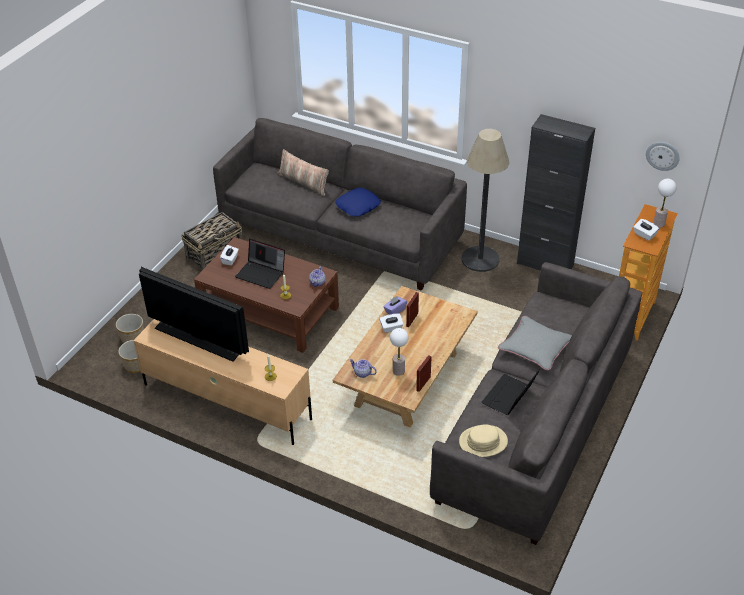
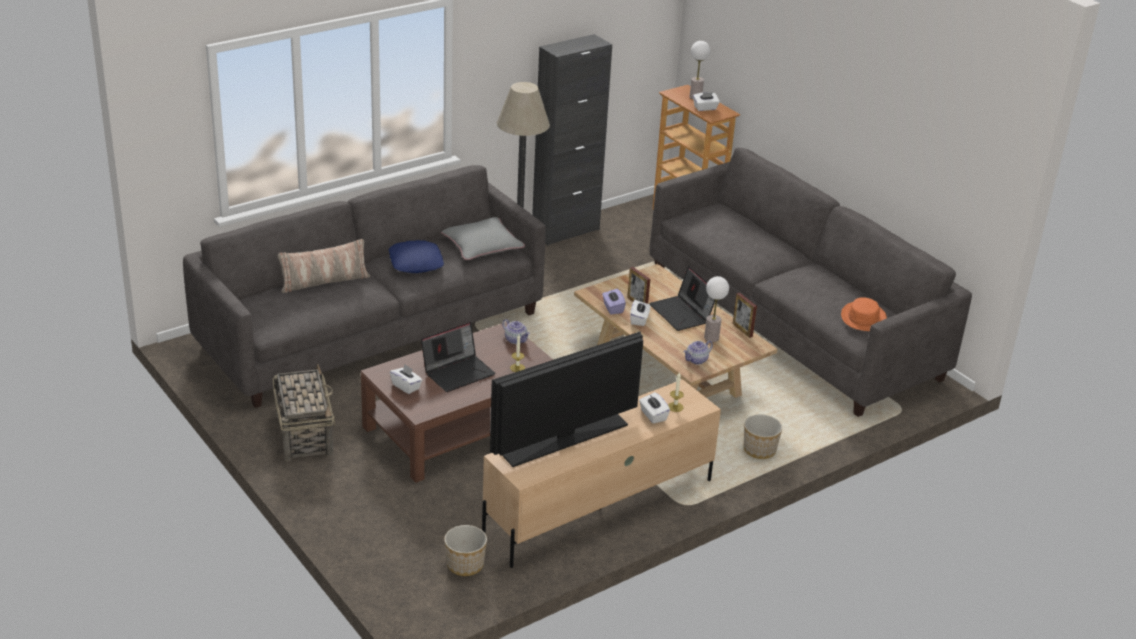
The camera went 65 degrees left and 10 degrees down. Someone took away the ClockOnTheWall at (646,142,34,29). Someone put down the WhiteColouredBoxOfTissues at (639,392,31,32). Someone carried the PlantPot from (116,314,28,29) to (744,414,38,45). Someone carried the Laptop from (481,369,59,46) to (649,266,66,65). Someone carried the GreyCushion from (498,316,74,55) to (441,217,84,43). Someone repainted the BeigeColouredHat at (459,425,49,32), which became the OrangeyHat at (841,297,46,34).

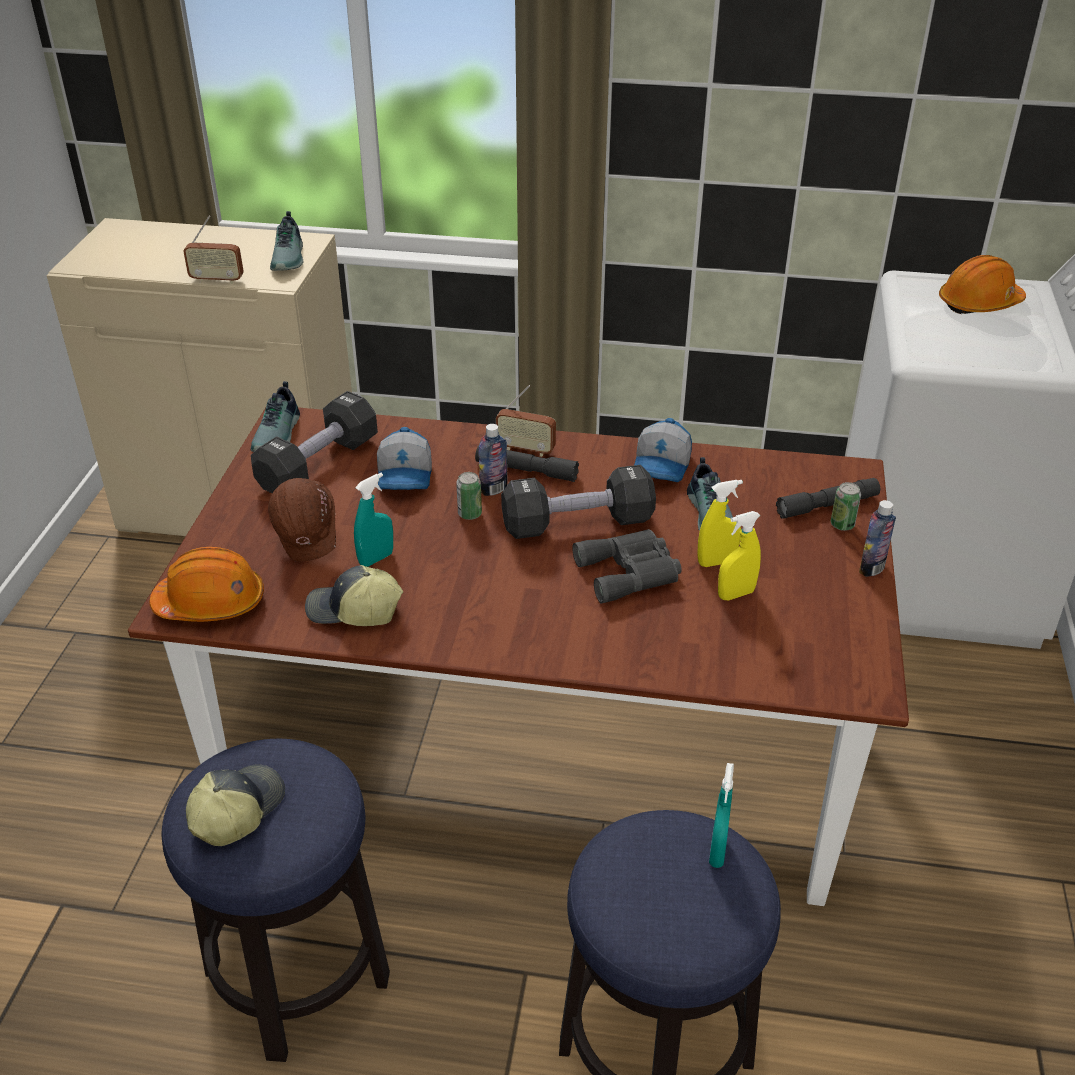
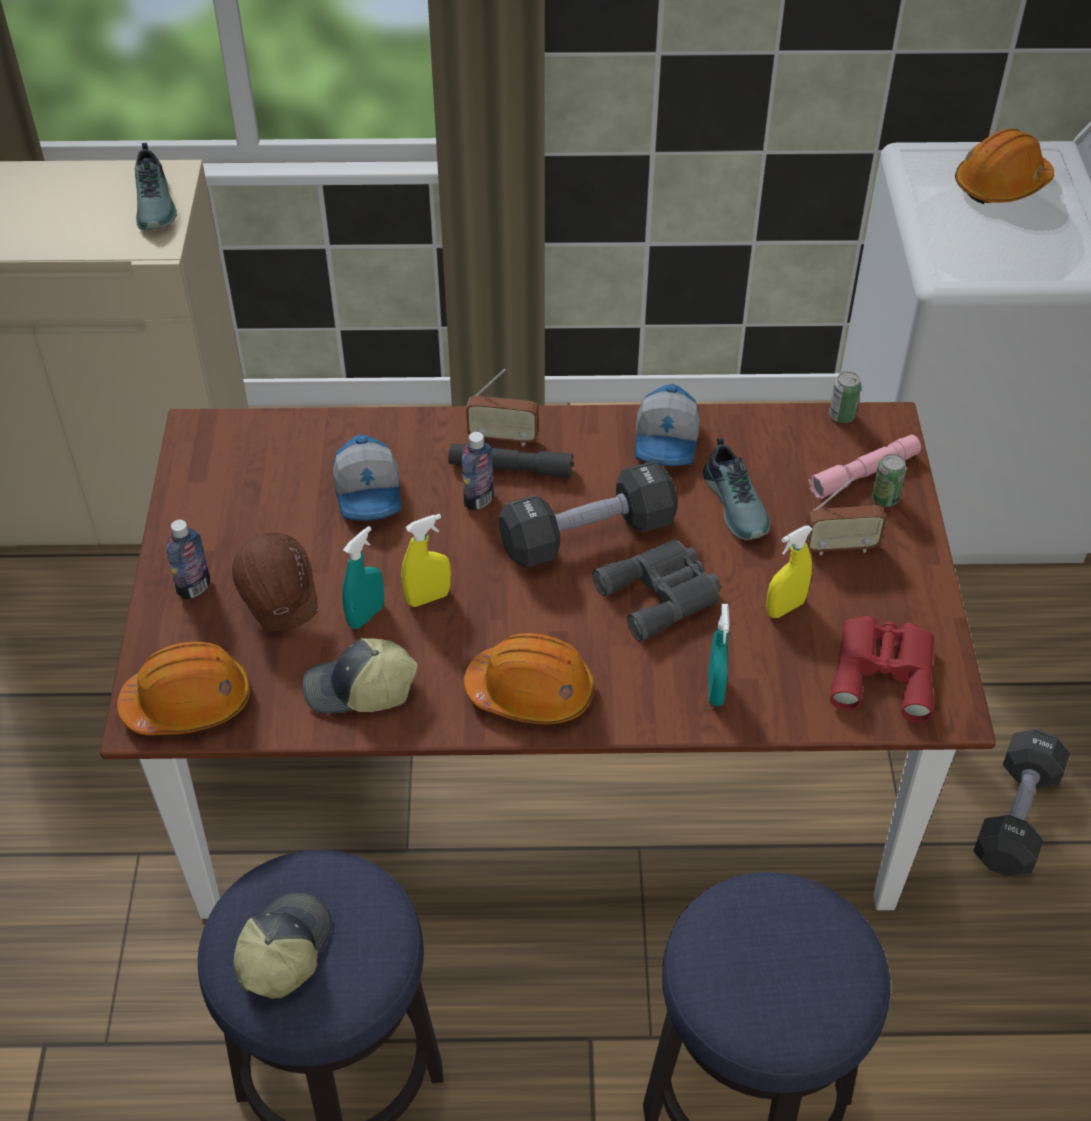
The camera went 10 degrees left and 10 degrees up. Someone took away the ItemOfFootwear at (250,381,50,71). Someone put down the OrangeySafetyHelmet at (463,633,132,91). Someone put down the RedColouredFieldGlasses at (830,616,104,107). Someone carried the RadioReceiver from (183,216,61,68) to (806,477,81,79). Someone carried the BlackDumbbell from (251,391,127,102) to (973,729,97,147). Someone carried the MetalCan from (456,472,26,48) to (829,372,32,51). Someone carried the YellowishHandSprayer from (697,480,46,87) to (401,514,50,93). Someone carried the TurquoiseColouredHandSprayer from (709,763,25,105) to (708,604,22,102). Someone carried the Bottle from (859,500,37,77) to (167,520,43,80). Someone repainted the GreyFlashlight at (776,478,104,41), which became the PinkFlashlight at (808,435,113,64).

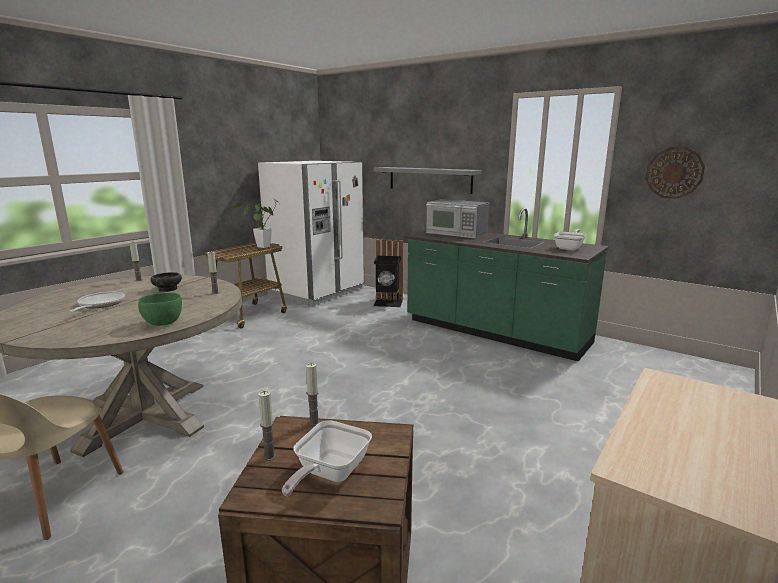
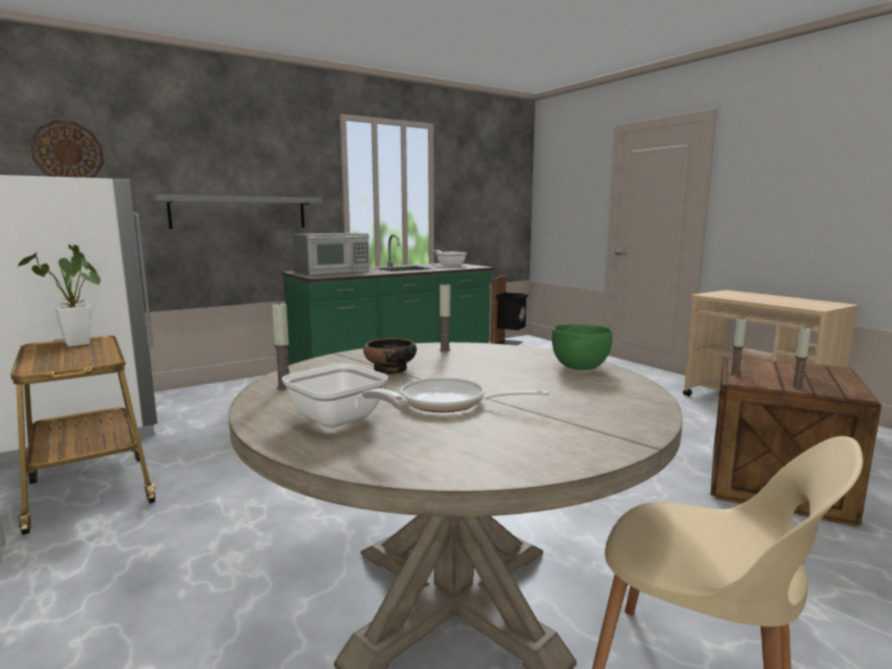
The camera went 70 degrees left and 5 degrees down. Someone carried the Pan from (282,420,90,76) to (282,363,125,64). Someone carried the BlackTrashCan from (374,240,29,67) to (490,276,38,69). Someone carried the ClockOnTheWall from (645,147,60,52) to (30,120,74,58).

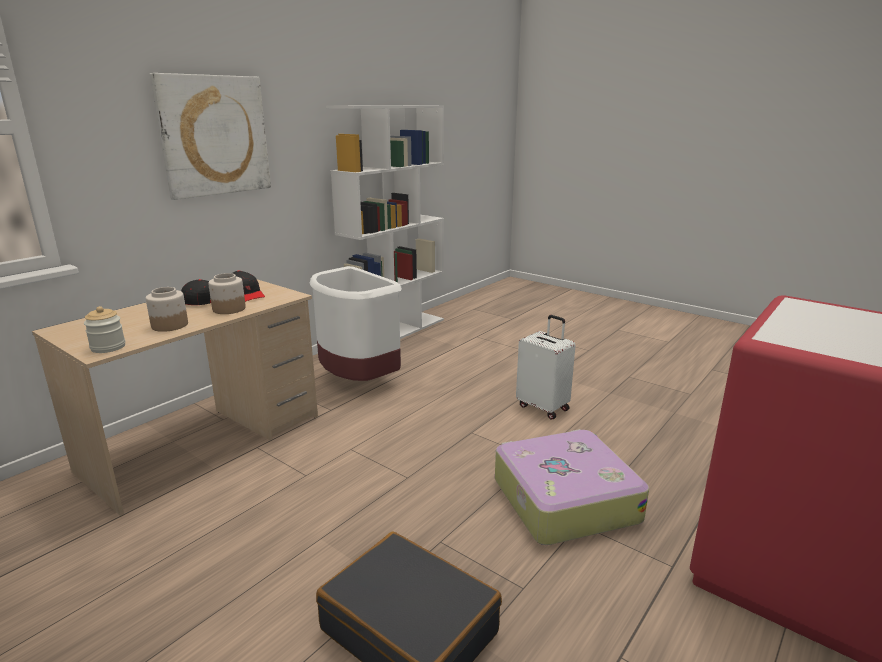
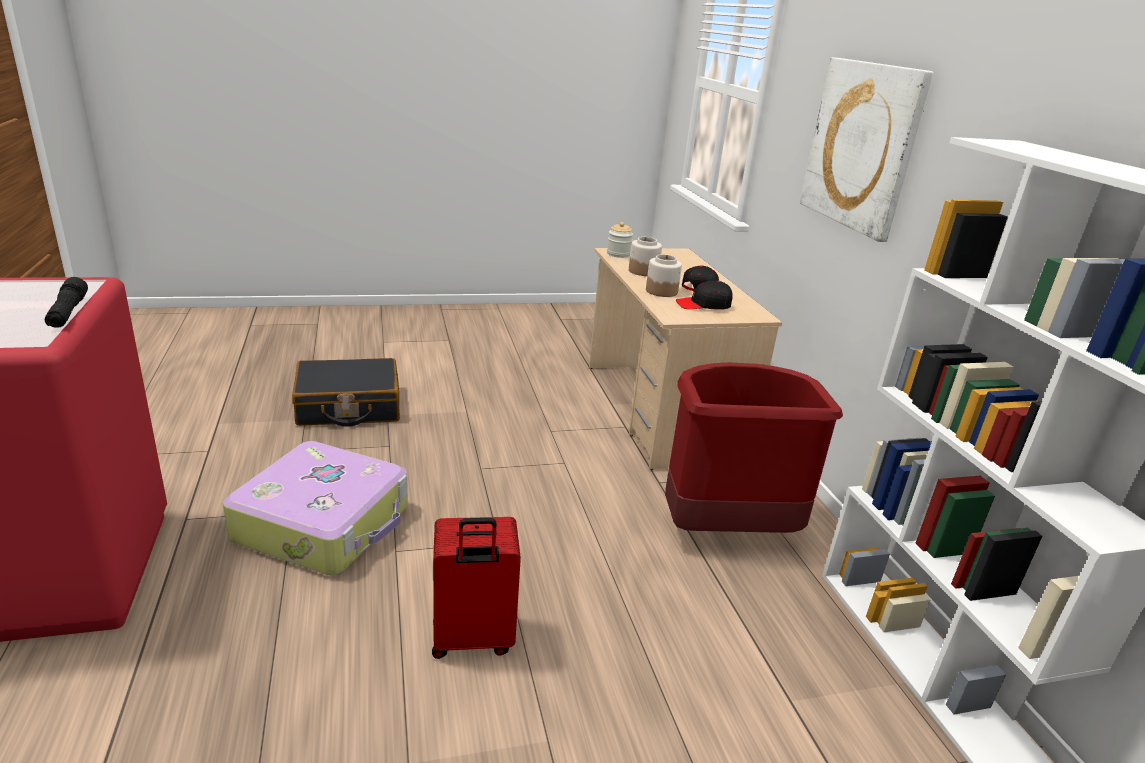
The camera went 125 degrees right and 5 degrees up. Someone put down the BlackFlashlight at (45,277,43,51). Someone repainted the WhiteColouredTrashCan at (310,266,92,115), which became the RedColouredTrashCan at (665,362,178,171). Someone repainted the WhiteColouredTravelCase at (516,315,60,105), which became the RedColouredTravelCase at (432,517,89,142).

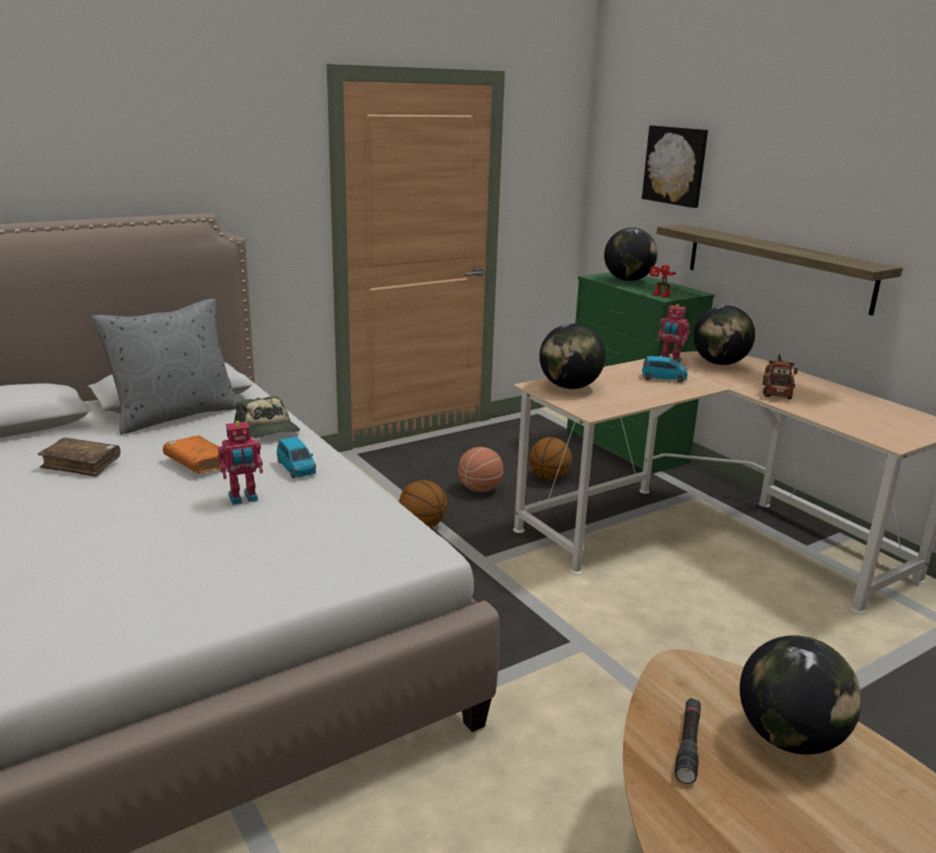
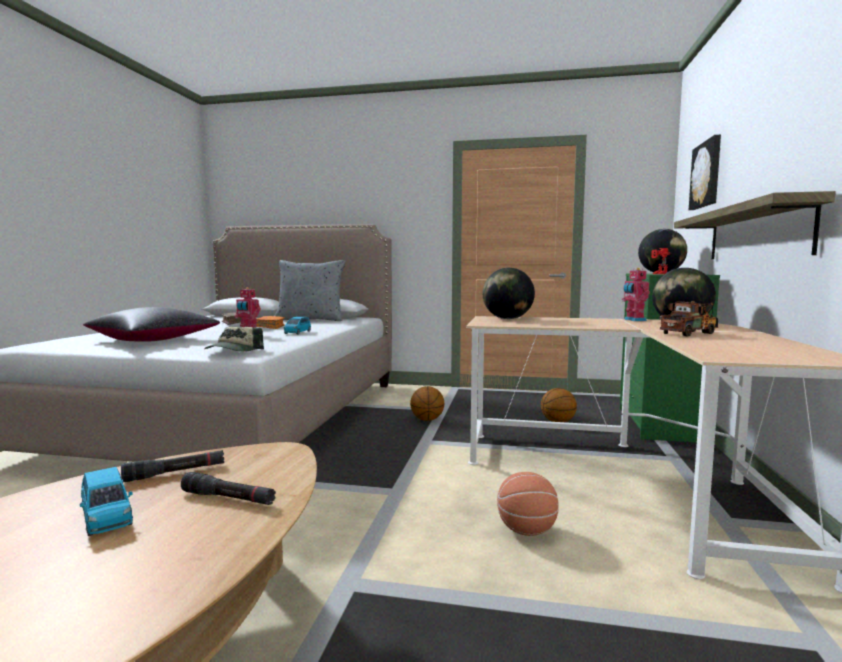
The camera went 45 degrees right and 15 degrees down. Someone put down the BlackCushion at (83,307,137,35). Someone carried the BaseballCap from (234,396,66,42) to (204,326,60,26). Someone carried the BasketballBall from (458,447,45,45) to (497,472,62,64). Someone carried the BlueColouredMiniatureCar from (642,356,46,27) to (80,467,53,69). Someone swapped the WorldGlobe at (740,635,122,120) for the BlackFlashlight at (181,472,95,33).

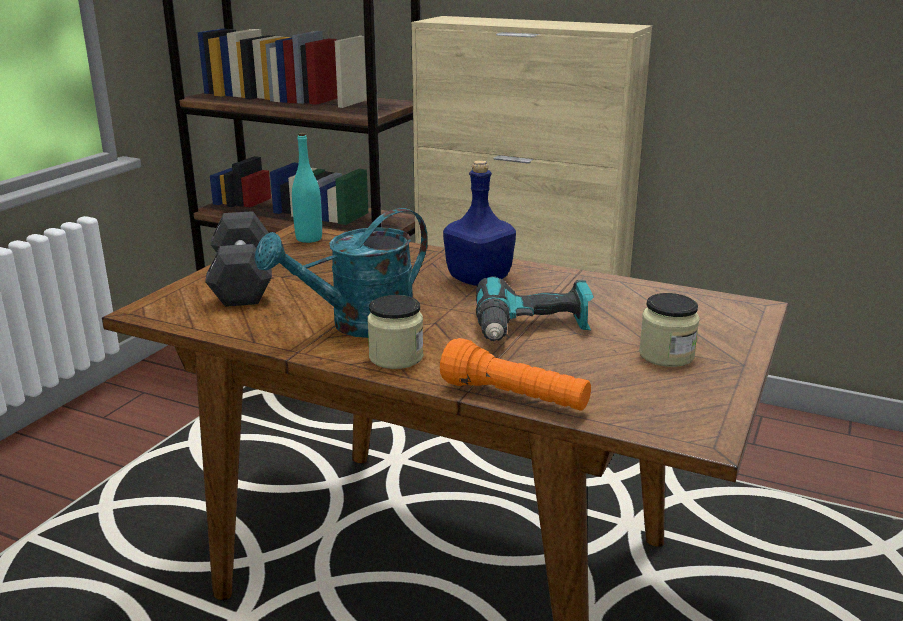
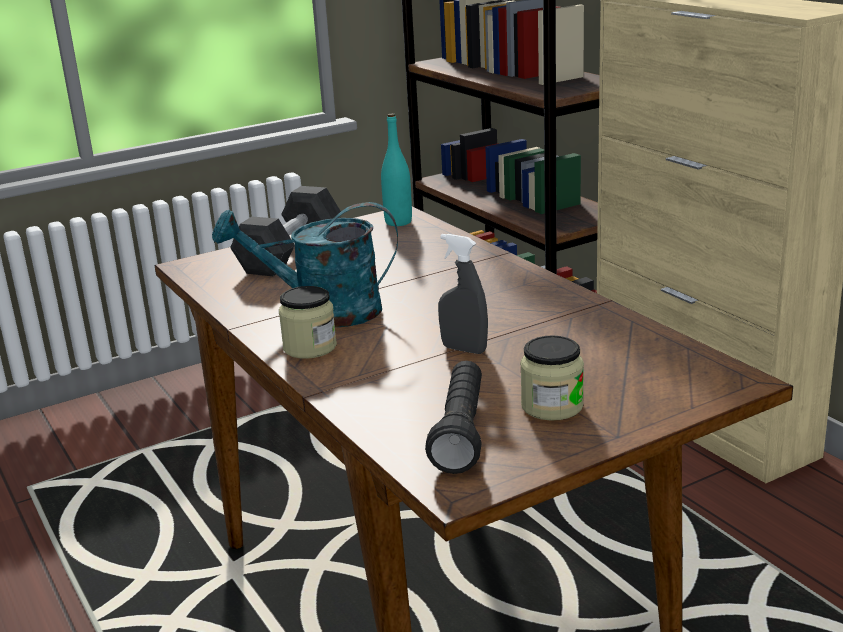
The camera went 35 degrees right and 0 degrees up. Someone took away the OrangeyFlashlight at (440,338,151,73). Someone took away the BlueColouredBottle at (443,160,73,126). Someone put down the BlackFlashlight at (425,361,57,113). Someone swapped the PowerDrill at (476,276,118,65) for the GreyHandSprayer at (438,234,50,120).

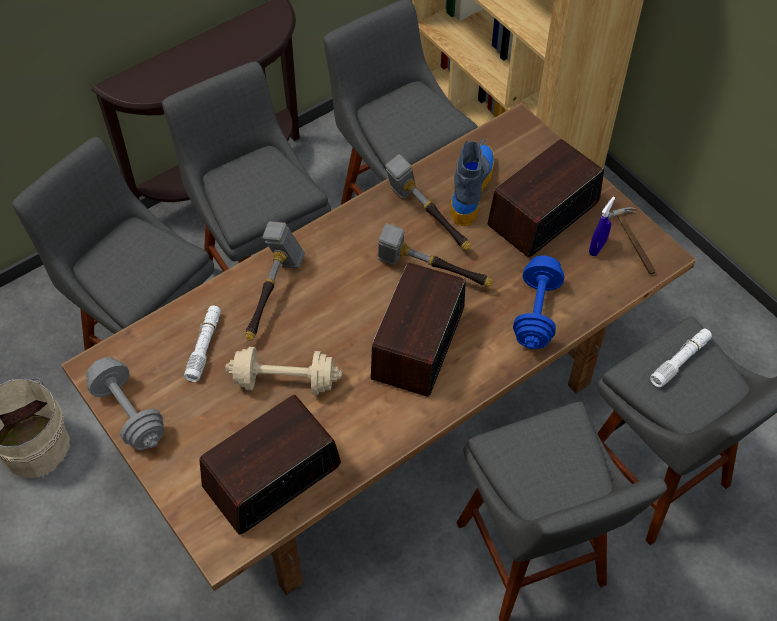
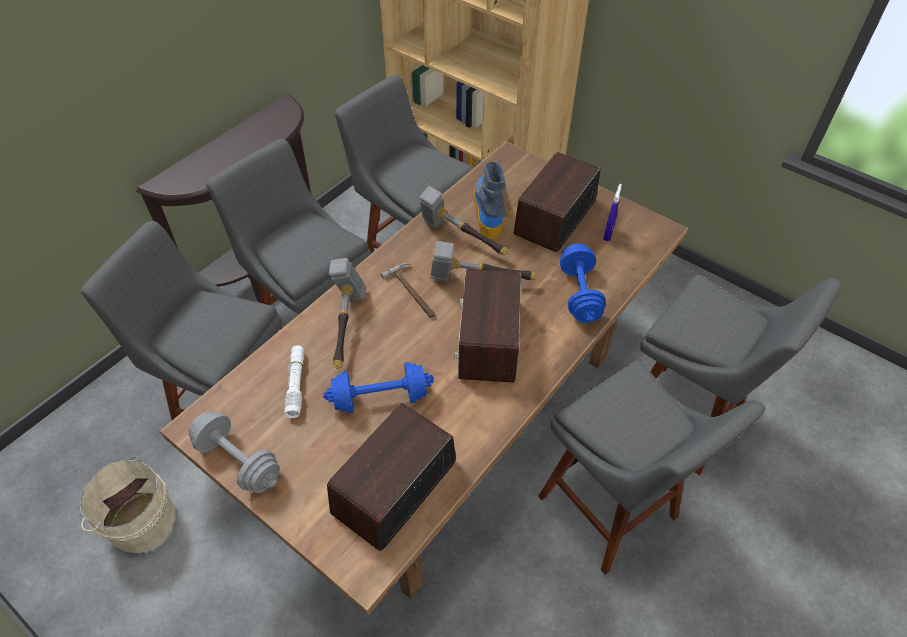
The camera went 15 degrees left and 5 degrees down. Someone took away the WhiteColouredFlashlight at (650,329,62,58). Someone carried the Hammer from (608,207,47,67) to (380,263,55,55). Someone repainted the BeigeColouredDumbbell at (225,347,117,48), which became the BlueColouredDumbbell at (323,362,111,51).

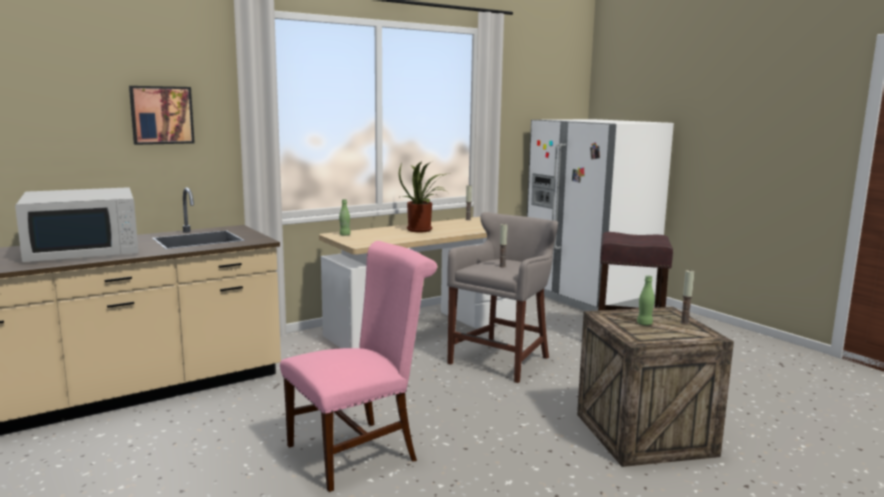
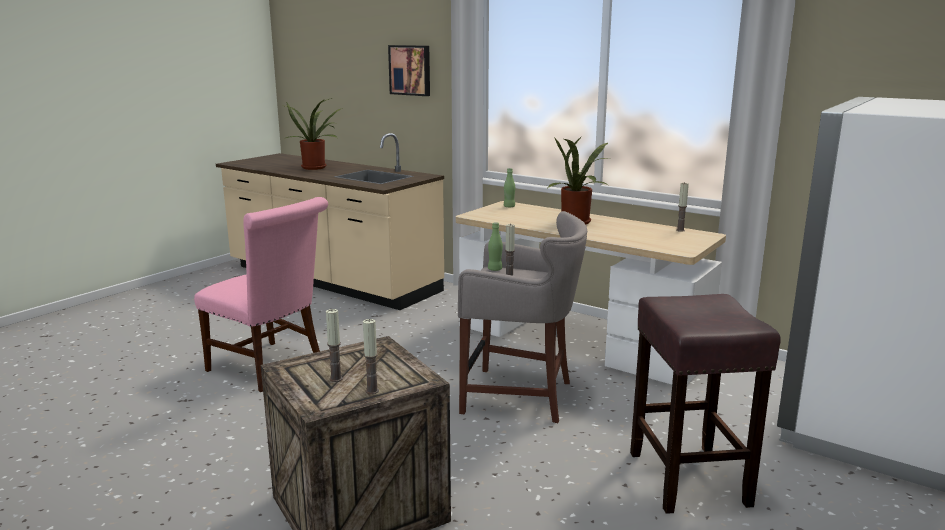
The camera went 70 degrees right and 5 degrees up. Someone put down the WaxCandle at (326,309,17,73). Someone carried the GreenBottle from (637,275,18,50) to (488,222,15,49). Someone swapped the WhiteColouredMicrowave at (15,187,123,75) for the Houseplant at (284,98,59,72).

